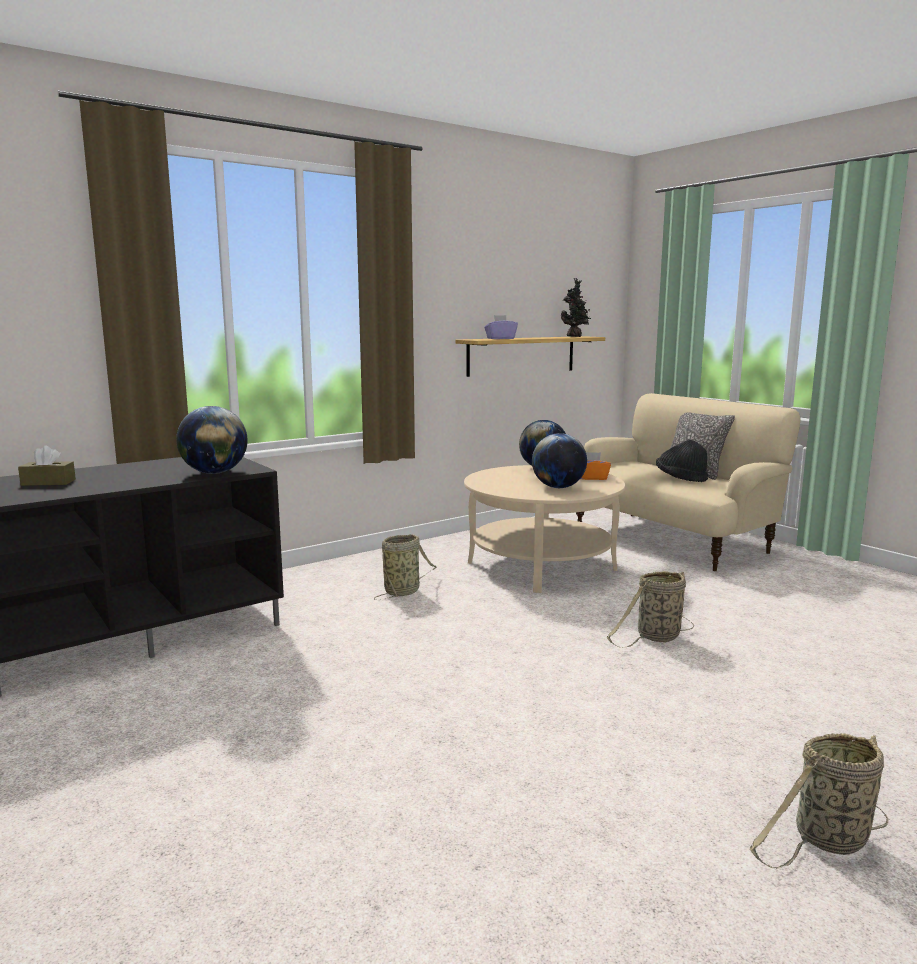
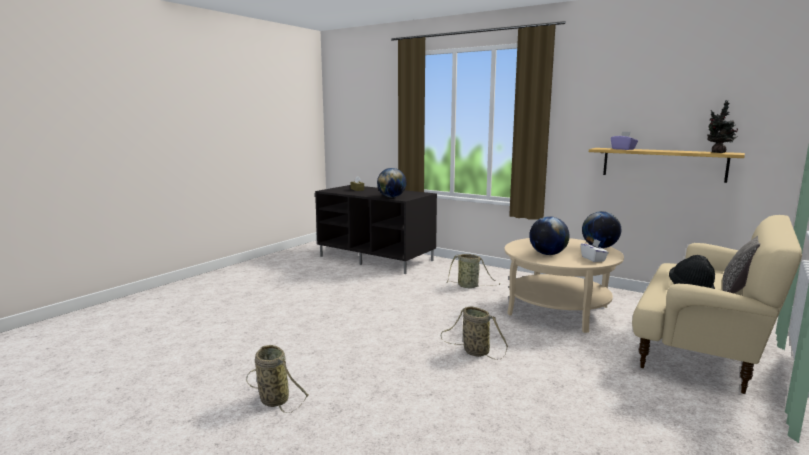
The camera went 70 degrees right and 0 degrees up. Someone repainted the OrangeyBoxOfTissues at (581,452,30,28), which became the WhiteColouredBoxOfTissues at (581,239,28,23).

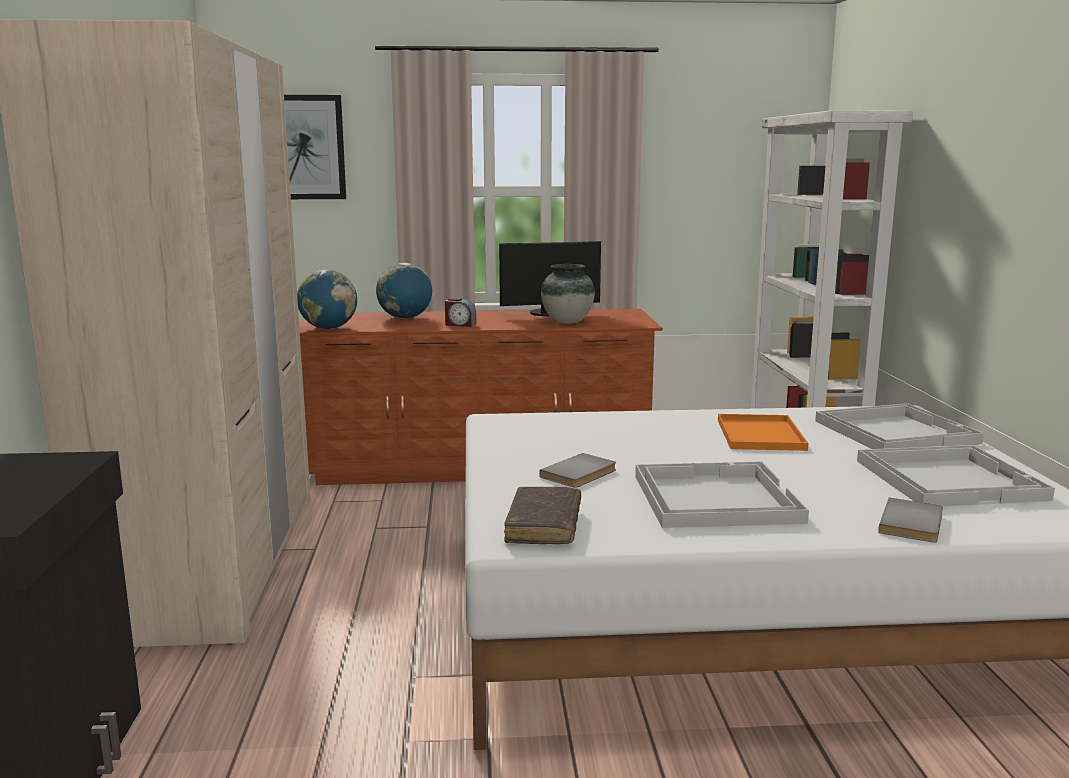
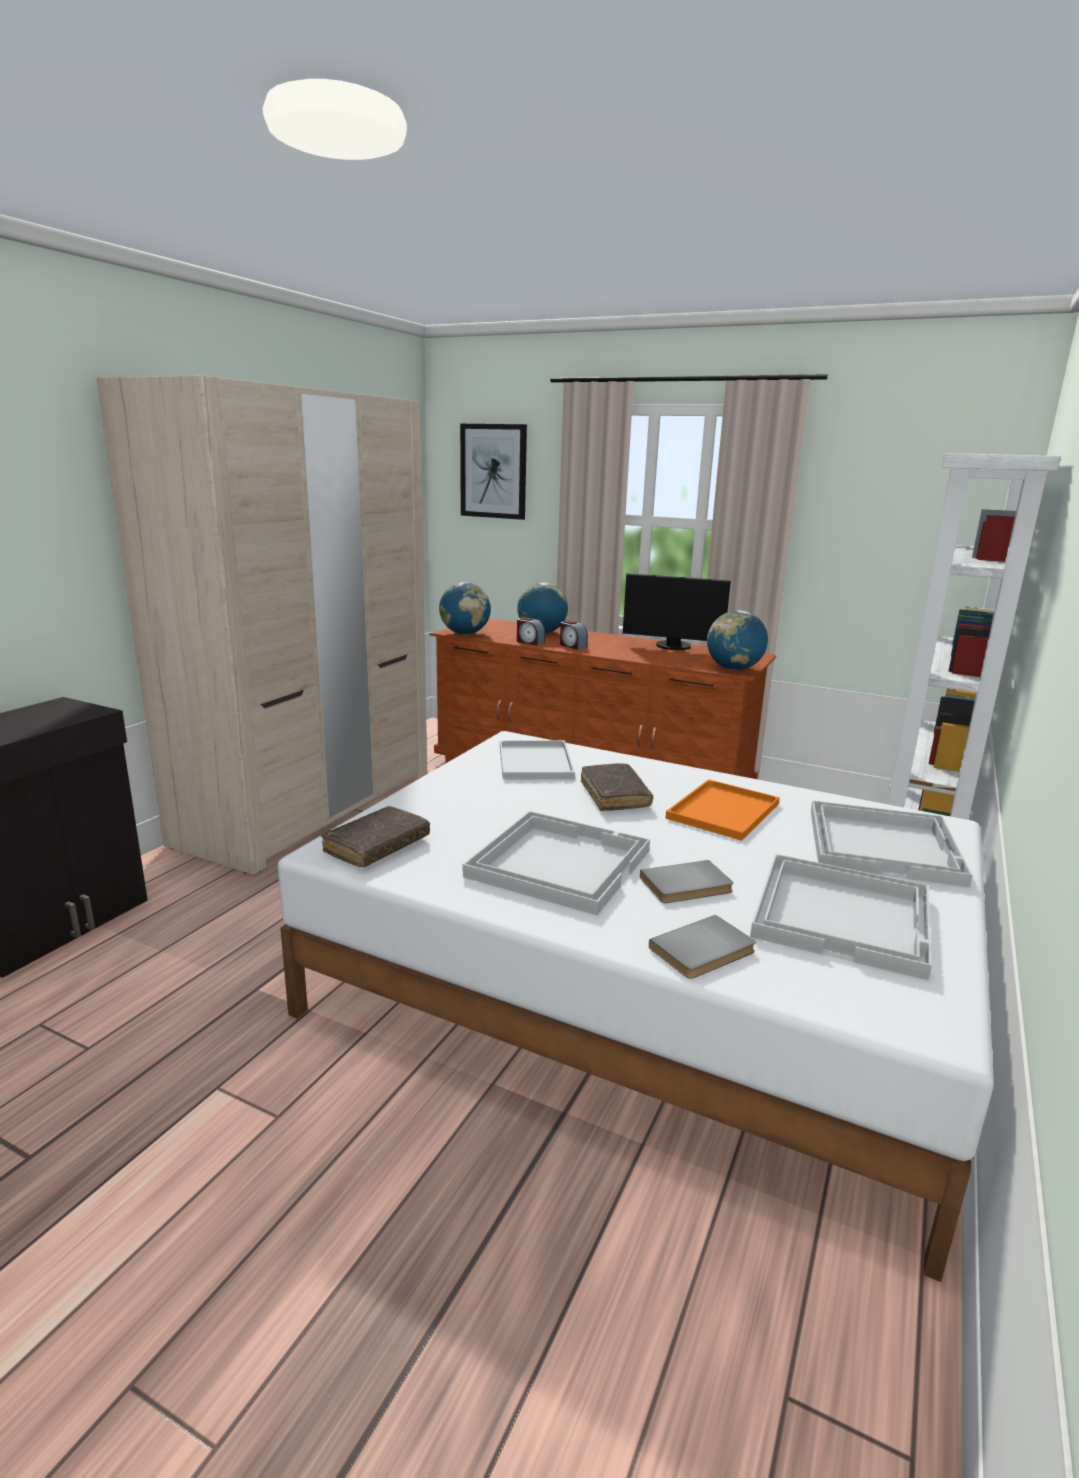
The camera went 30 degrees right and 5 degrees up. Someone took away the FlowerVase at (541,264,54,60). Someone put down the WhiteColouredServingTray at (500,740,75,40). Someone put down the BedsideClock at (517,617,28,28). Someone put down the BrownColouredBoundBook at (581,763,72,48). Someone put down the WorldGlobe at (707,610,61,60). Someone carried the GreyBoundBook from (539,453,77,35) to (640,860,93,43).

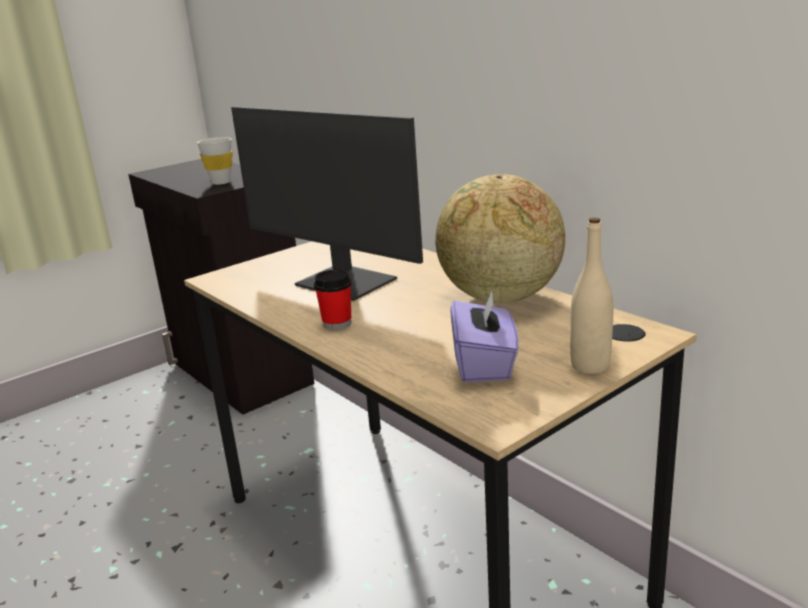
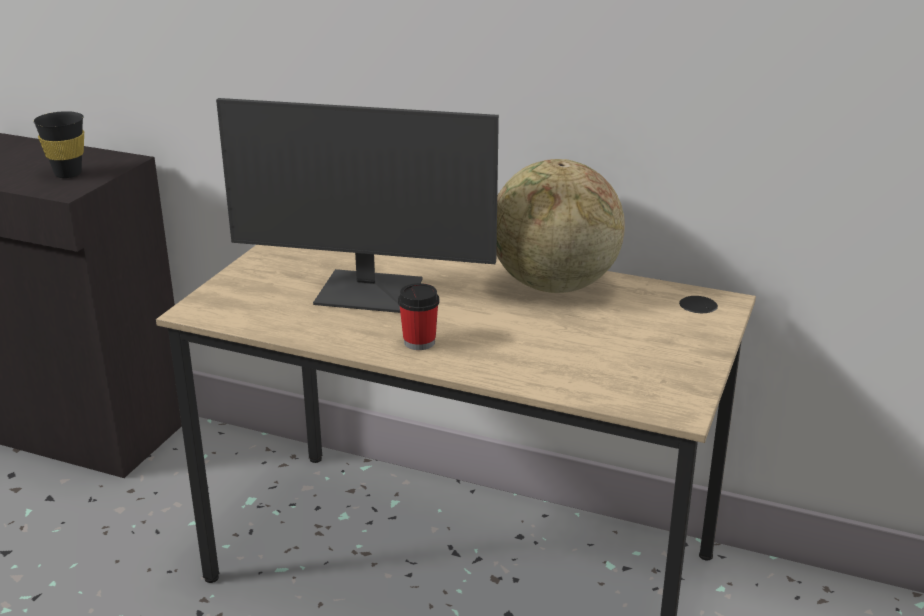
The camera went 30 degrees left and 5 degrees up. Someone took away the PurpleBoxOfTissues at (450,288,69,94). Someone took away the BeigeColouredBottle at (570,217,43,157). Someone repainted the WhiteColouredCup at (197,137,36,48), which became the BlackCup at (33,111,51,67).

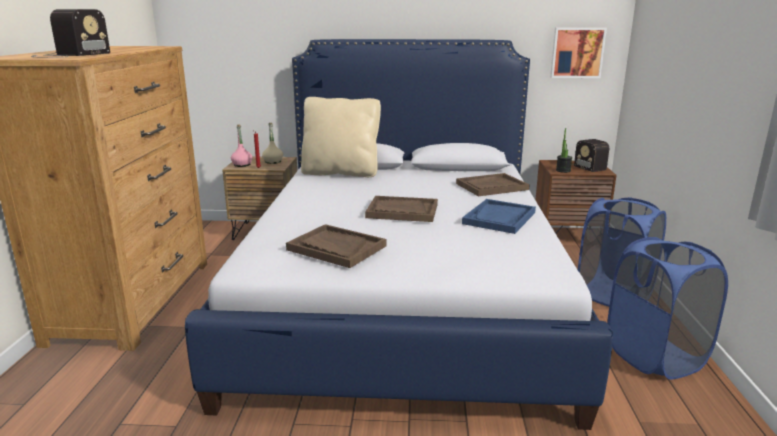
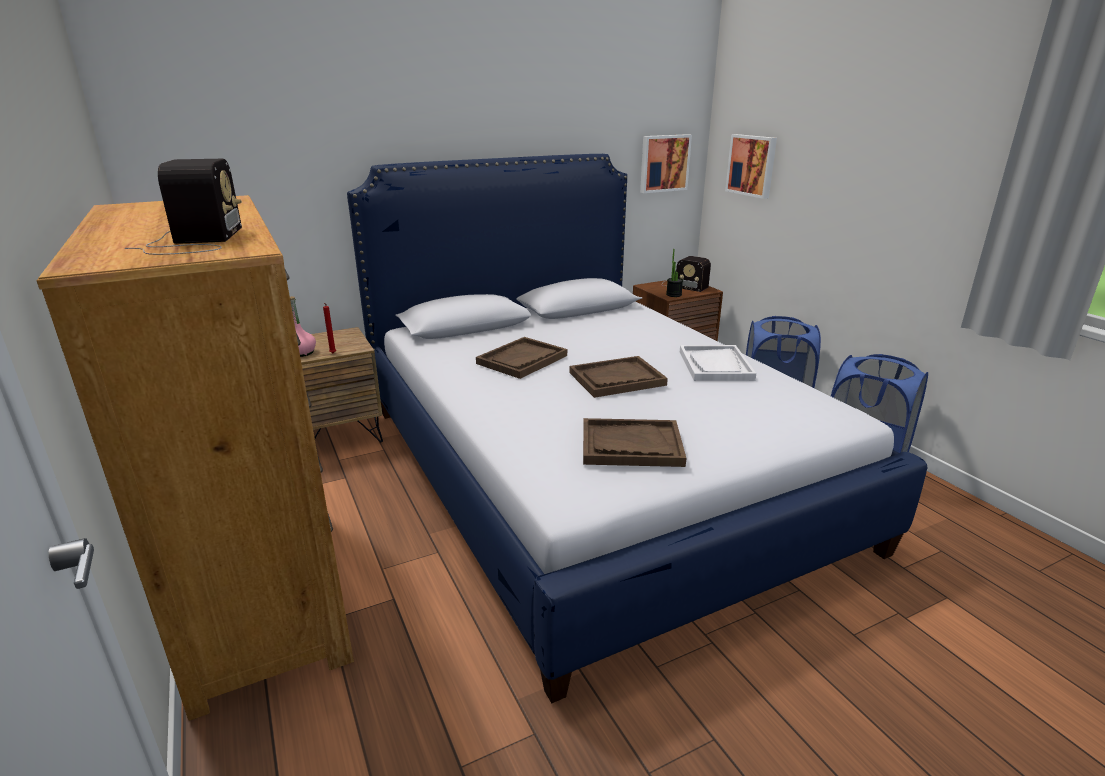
The camera went 30 degrees left and 5 degrees up. Someone took away the BeigeColouredBottle at (262,123,21,41). Someone took away the BeigeColouredCushion at (301,97,80,80). Someone put up the WallArt at (725,134,52,65). Someone carried the BrownColouredServingTray from (456,173,74,23) to (476,337,91,42). Someone repainted the BlueColouredServingTray at (462,199,74,35), which became the WhiteColouredServingTray at (680,345,76,36).

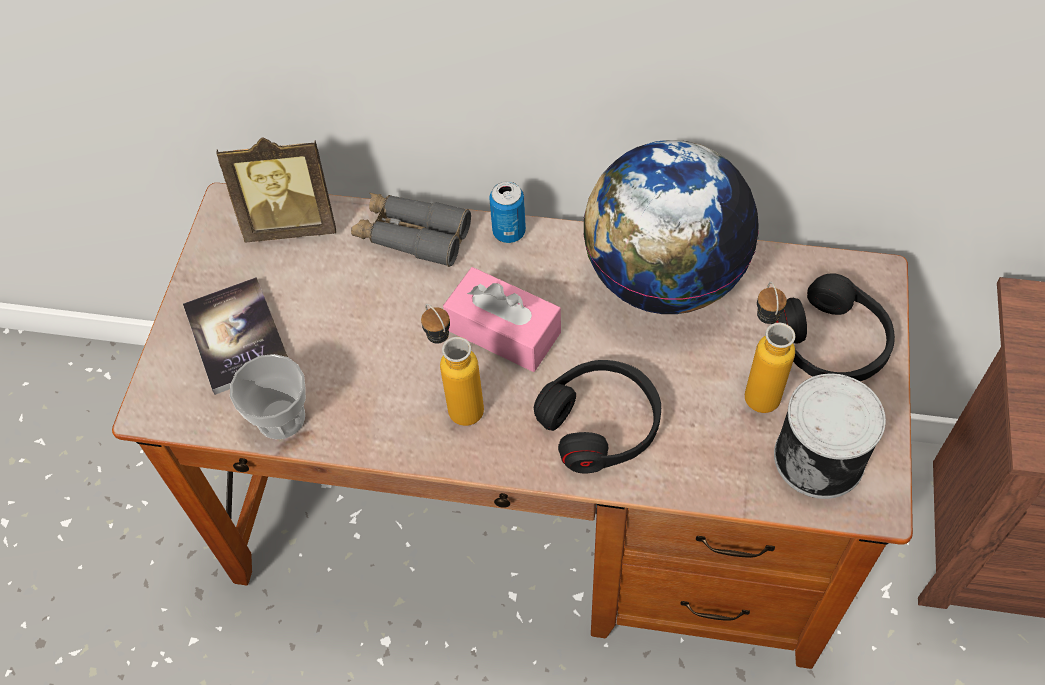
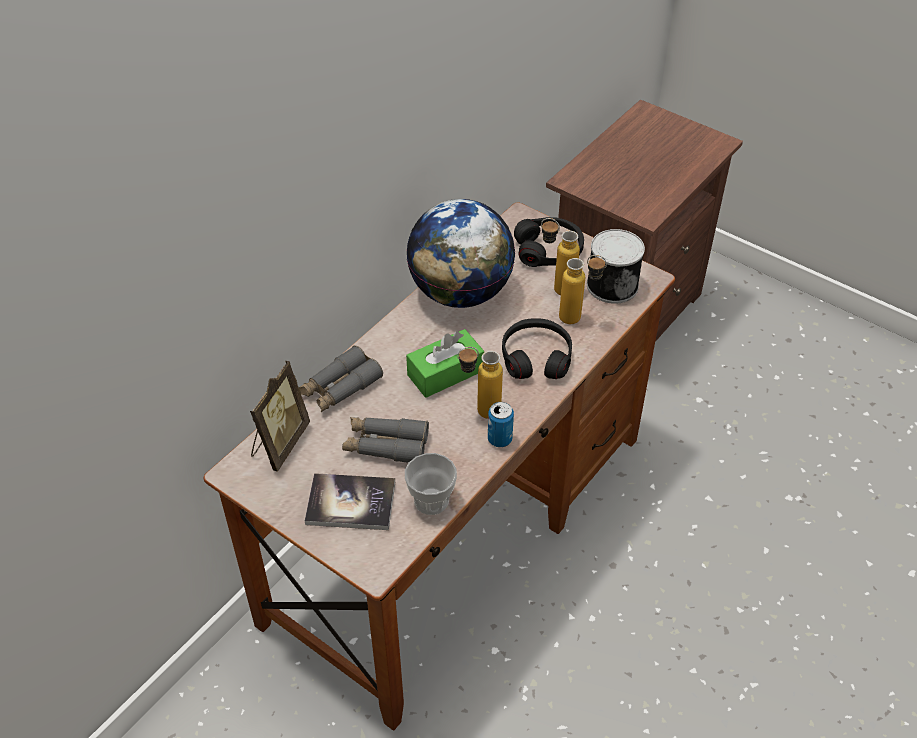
The camera went 65 degrees left and 10 degrees down. Someone put down the GreyFieldGlasses at (342,417,87,46). Someone put down the Bottle at (559,255,48,69). Someone carried the MetalCan from (489,181,37,62) to (488,402,26,45). Someone repainted the PinkBoxOfTissues at (443,267,118,105), which became the GreenBoxOfTissues at (406,329,78,69).

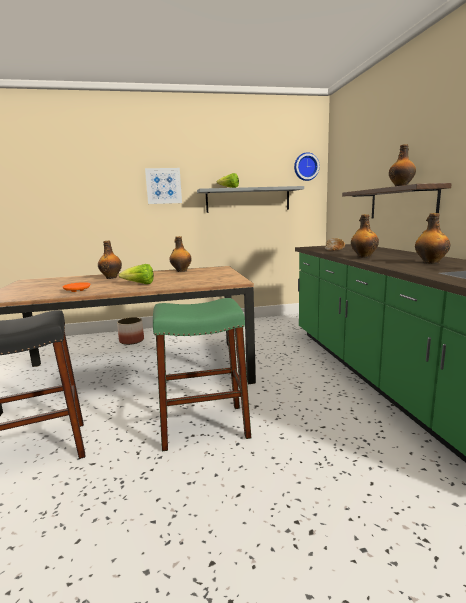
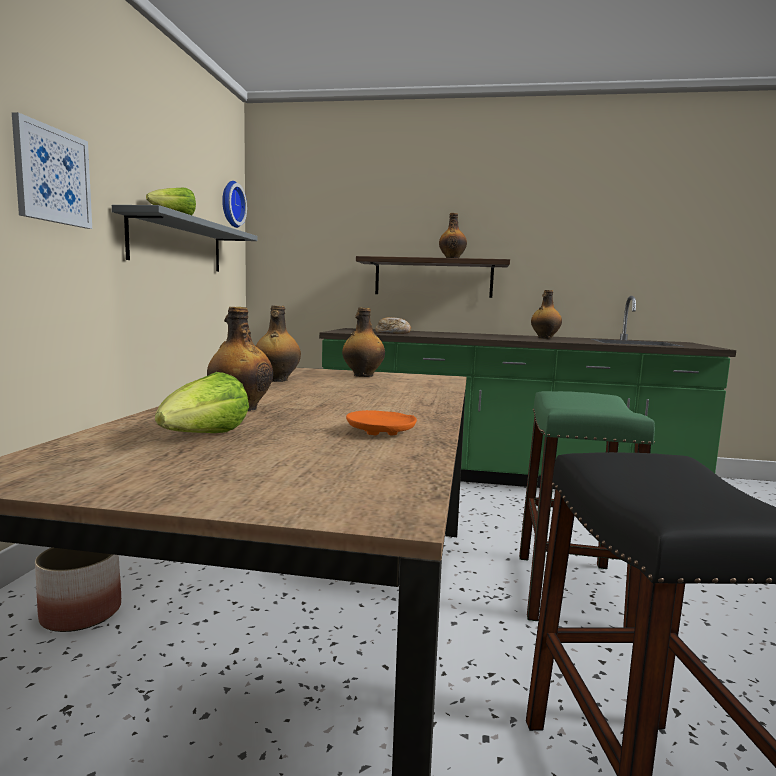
The camera went 70 degrees left and 5 degrees down. Someone carried the Lettuce from (119,264,35,20) to (155,372,94,61). Someone carried the Bottle from (351,214,28,44) to (342,308,43,69).

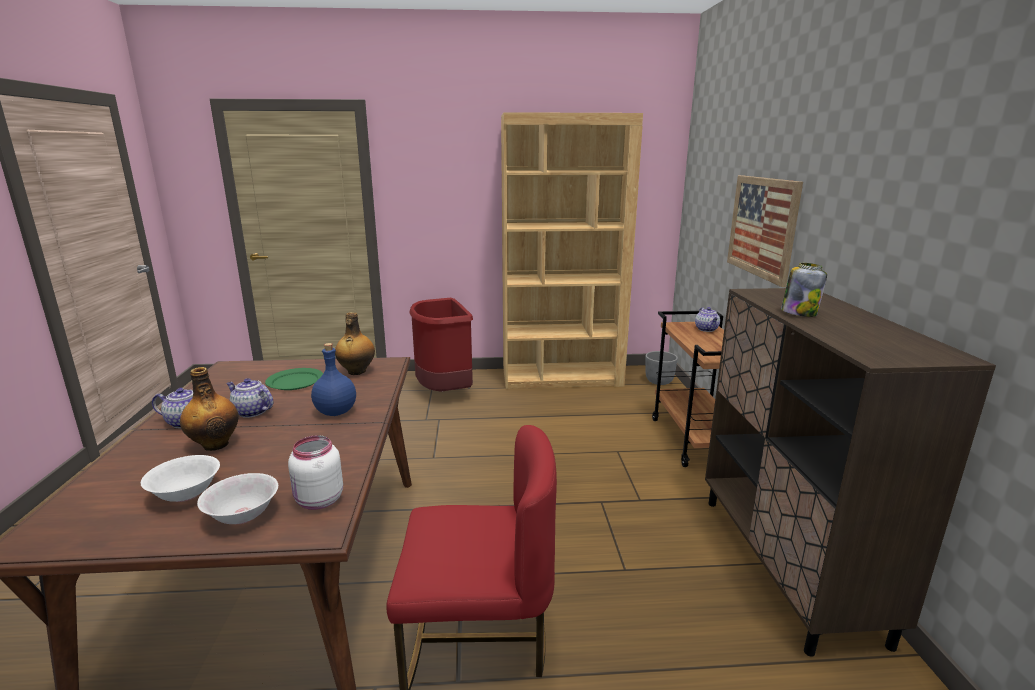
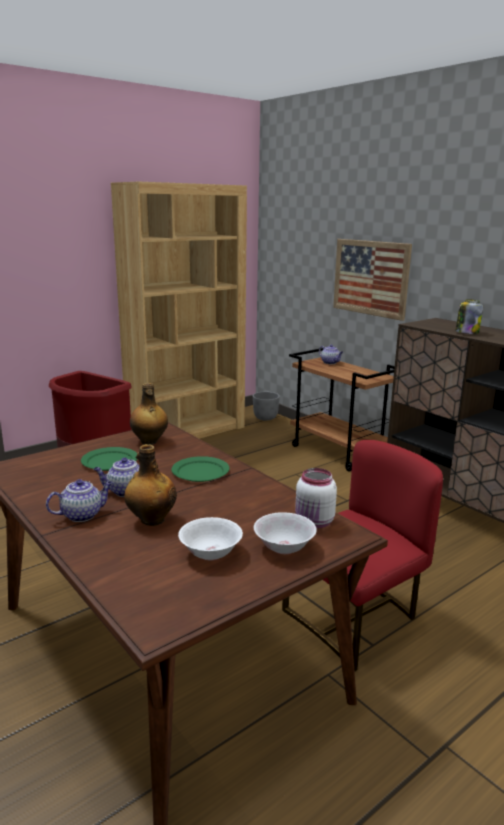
The camera went 35 degrees left and 0 degrees up. Someone swapped the BlueColouredBottle at (311,343,45,73) for the GreenFlatDish at (171,456,59,26).

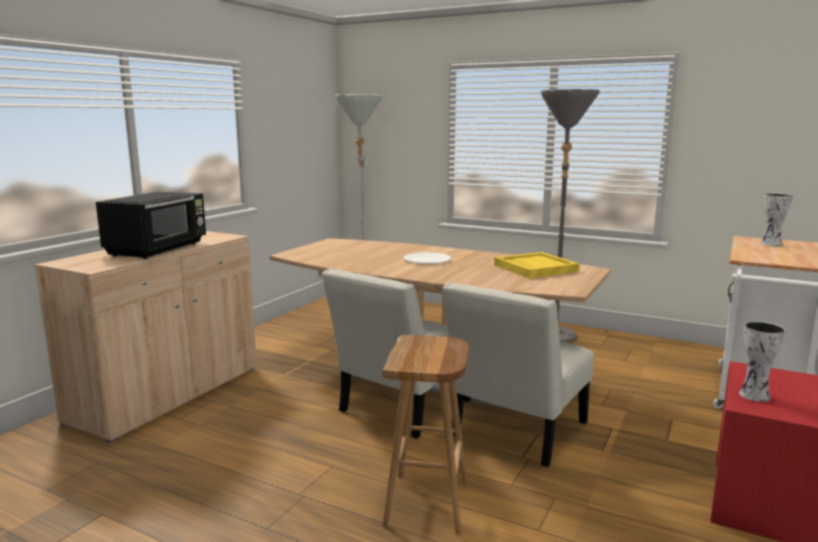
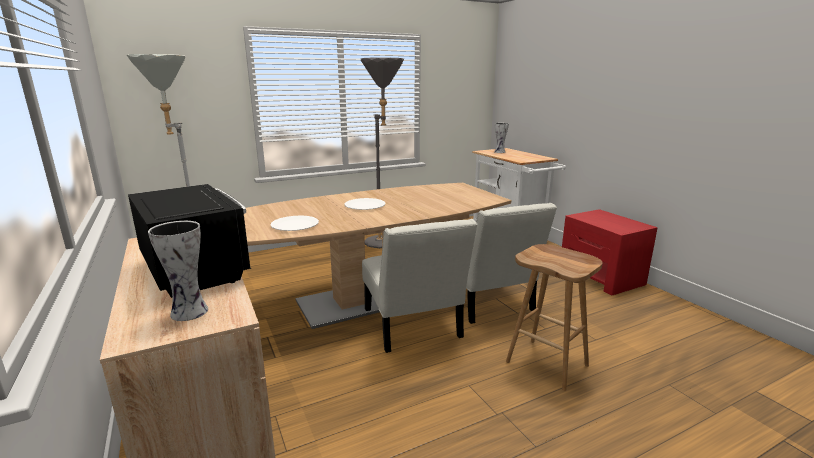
The camera went 55 degrees left and 5 degrees up. Someone took away the YellowishServingTray at (494,252,85,27). Someone put down the WhiteColouredFlatDish at (270,215,49,16). Someone carried the FlowerVase from (739,321,47,81) to (148,221,60,100).

